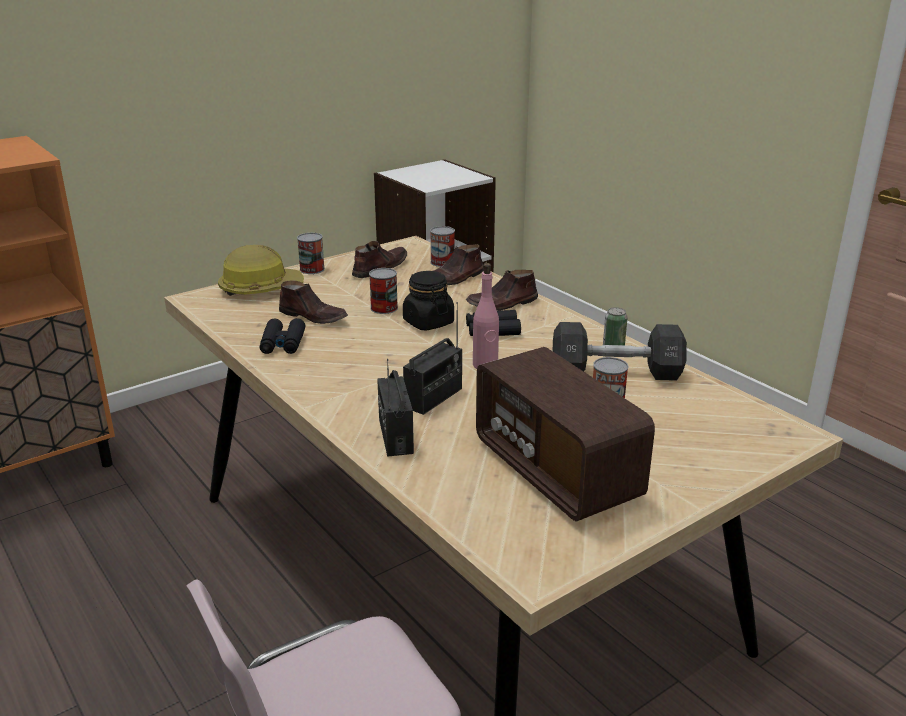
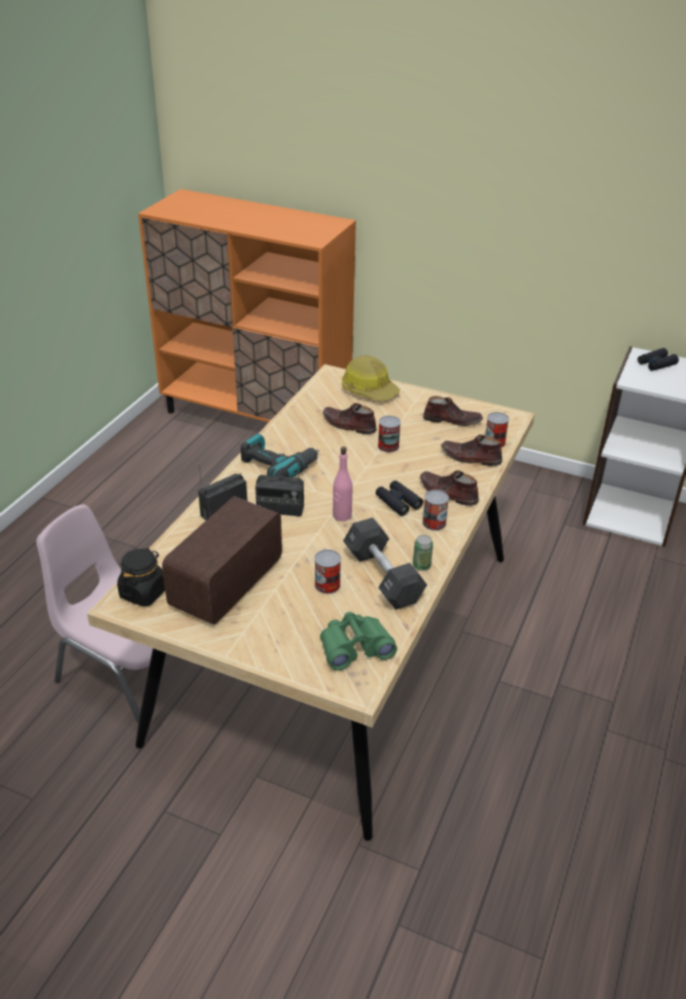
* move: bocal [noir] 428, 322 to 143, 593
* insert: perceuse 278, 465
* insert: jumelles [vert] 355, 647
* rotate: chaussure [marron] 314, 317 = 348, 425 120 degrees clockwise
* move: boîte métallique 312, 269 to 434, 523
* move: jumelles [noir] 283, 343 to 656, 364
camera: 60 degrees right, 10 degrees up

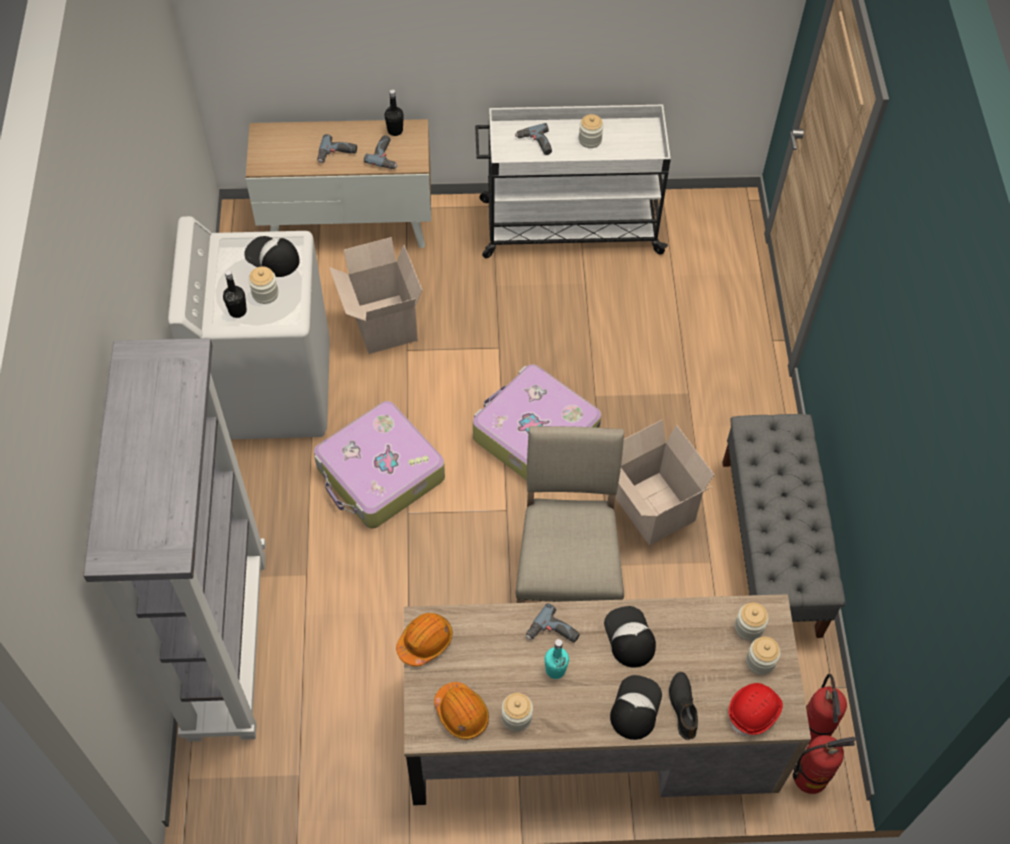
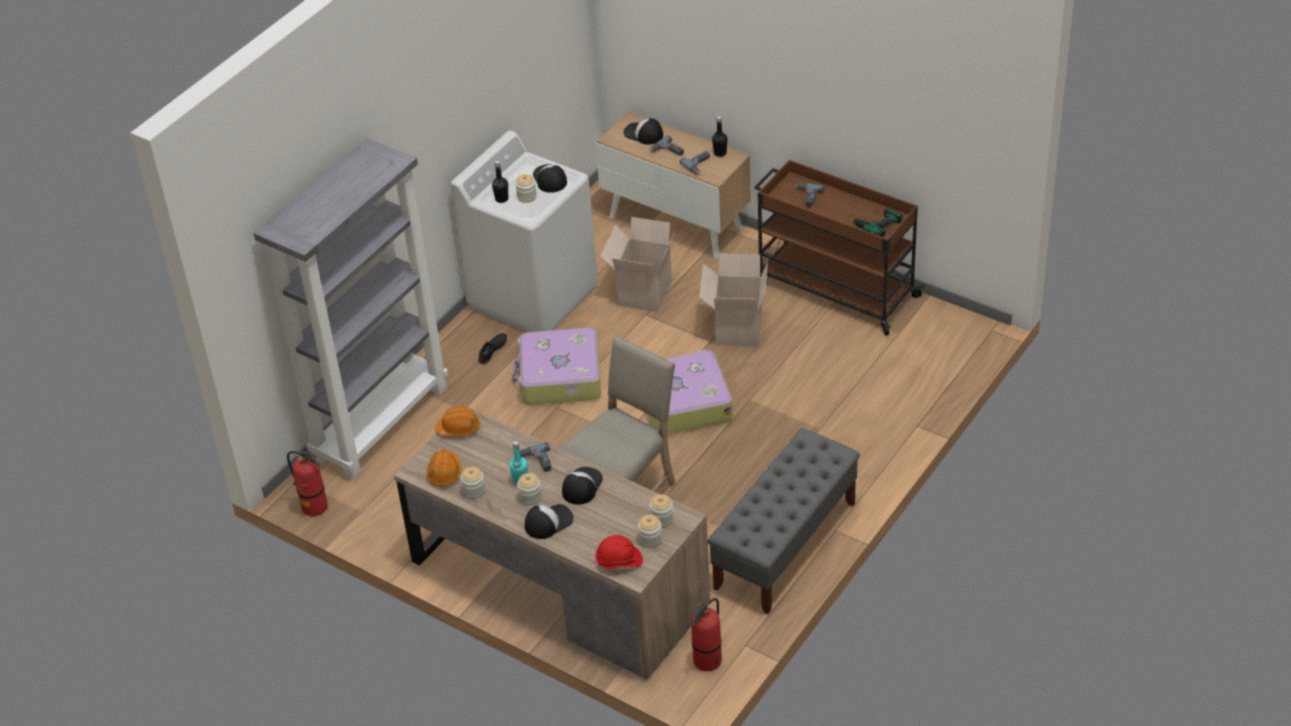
* move: extincteur 810, 777 to 315, 507
* move: chaussure [noir] 683, 707 to 493, 350
* move: bocal 590, 140 to 530, 497
* insert: casquette 643, 134
* move: carton 651, 509 to 736, 328
* recolor: chariot [blanc] 568, 226 to chariot [marron] 833, 289
* insert: perceuse 873, 222
camera: 40 degrees right, 15 degrees down

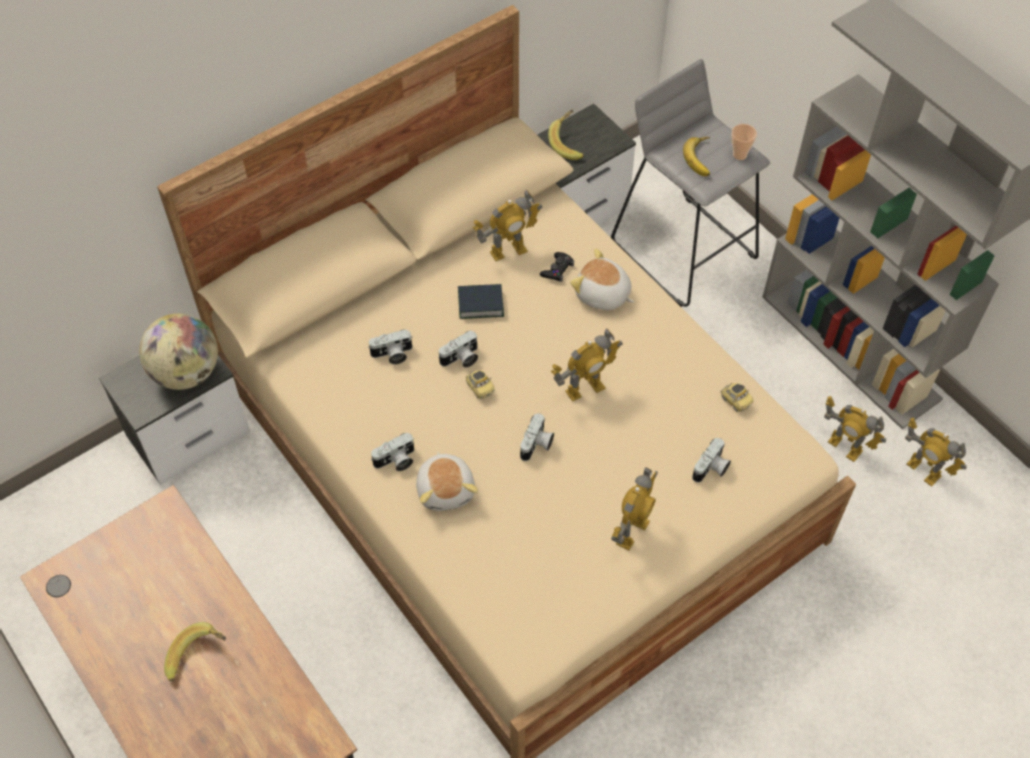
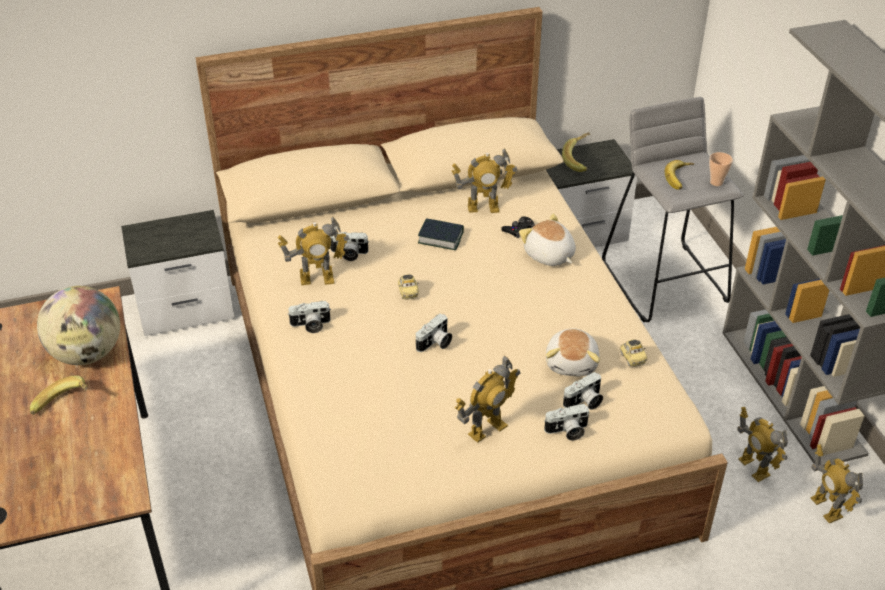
* move: globe 186, 373 to 87, 354
* move: robot jouet 584, 389 to 317, 279
* move: appareil photo 461, 359 to 567, 431
* move: peluche 446, 489 to 572, 363
camera: 20 degrees right, 15 degrees down

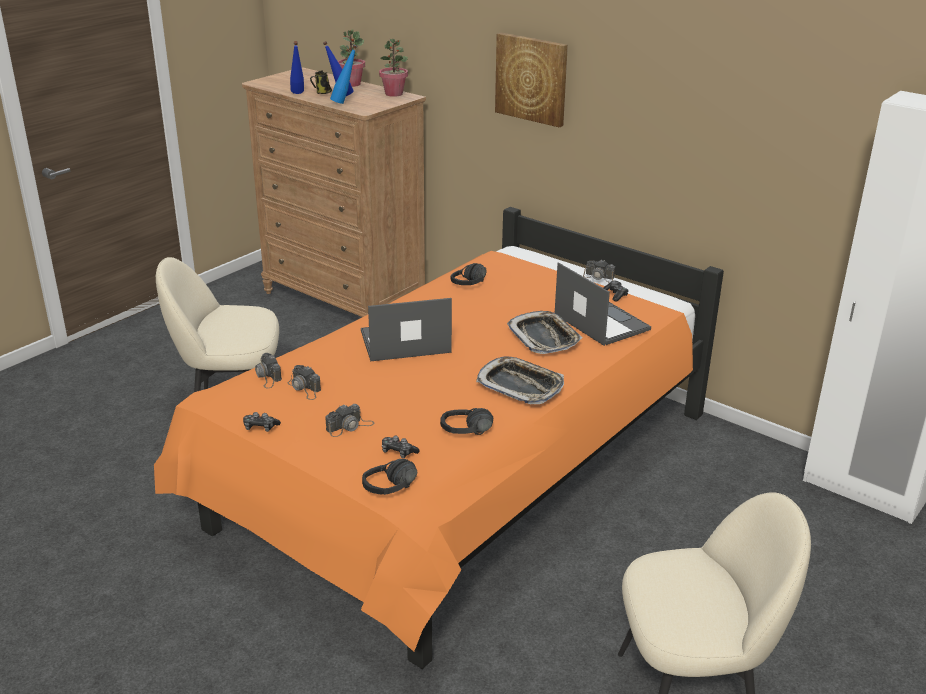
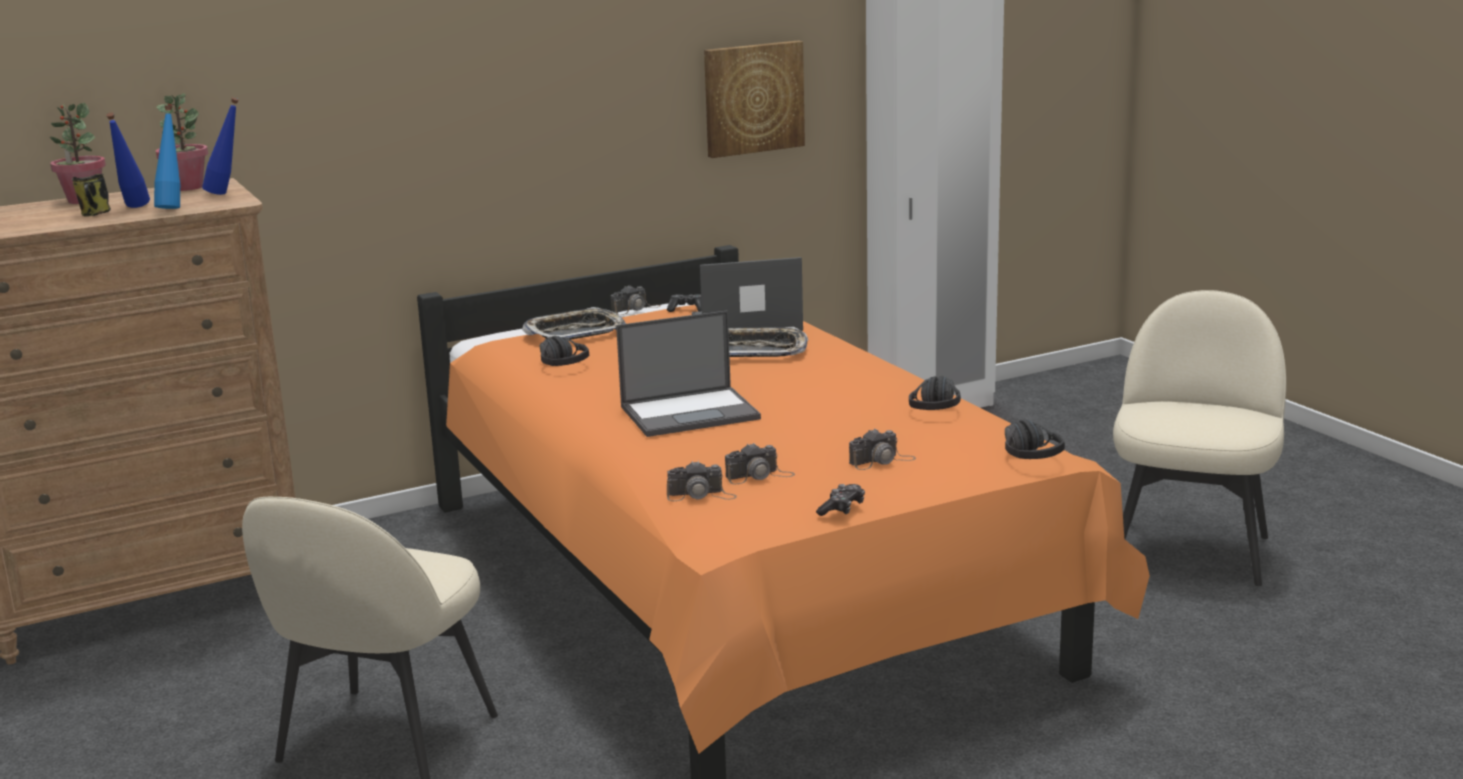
* move: bouteille [bleu] 298, 94 to 228, 194
* move: plateau 520, 386 to 575, 332
* rotate: ordinateur portable 404, 342 = 691, 412 120 degrees counterclockwise
* move: tableau 532, 79 to 753, 98
* rotate: appareil photo 350, 426 = 882, 461 75 degrees clockwise
* delete: manette 398, 452
camera: 65 degrees left, 10 degrees down

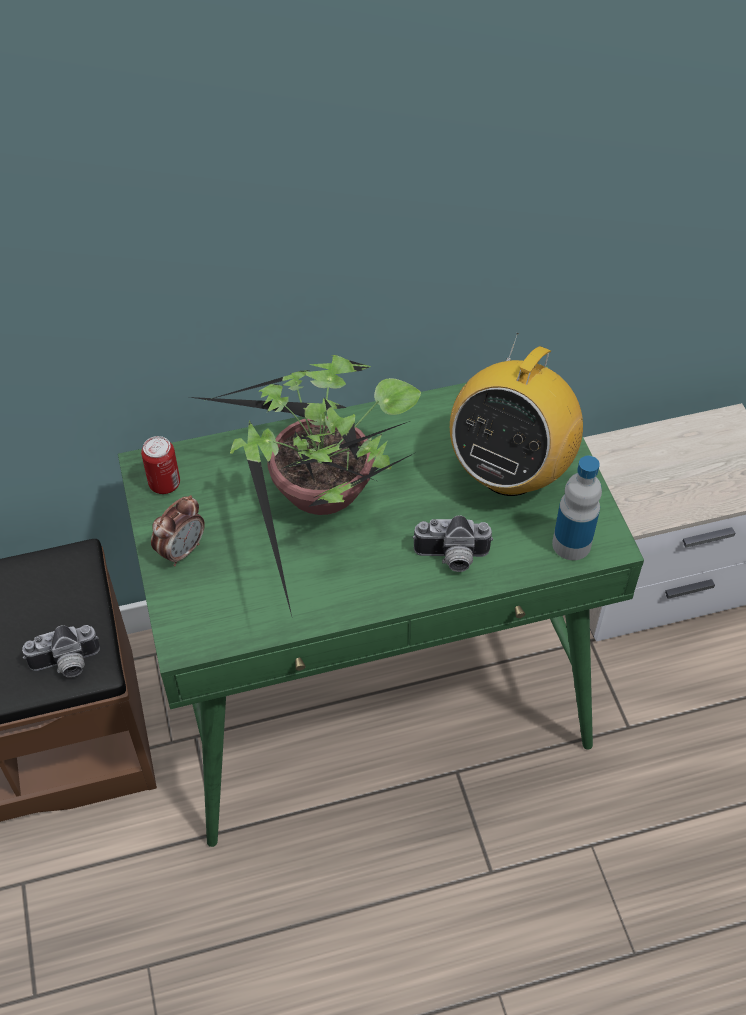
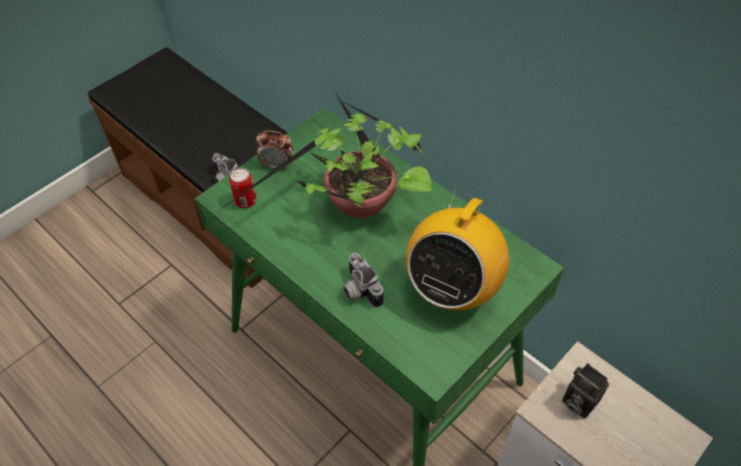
* move: boîte métallique 164, 484 to 246, 201
* rotate: radio 509, 471 = 452, 288 60 degrees counterclockwise
* insert: appareil photo 577, 401
* delete: bouteille 571, 544
camera: 60 degrees right, 0 degrees up

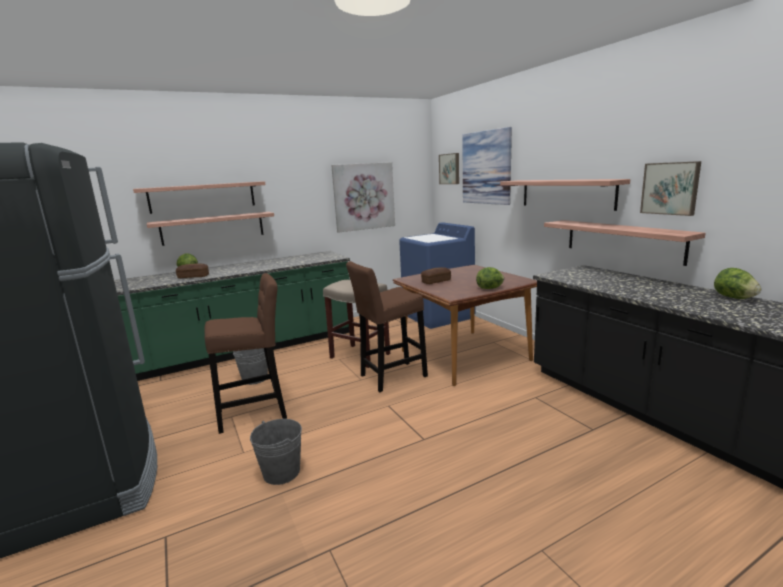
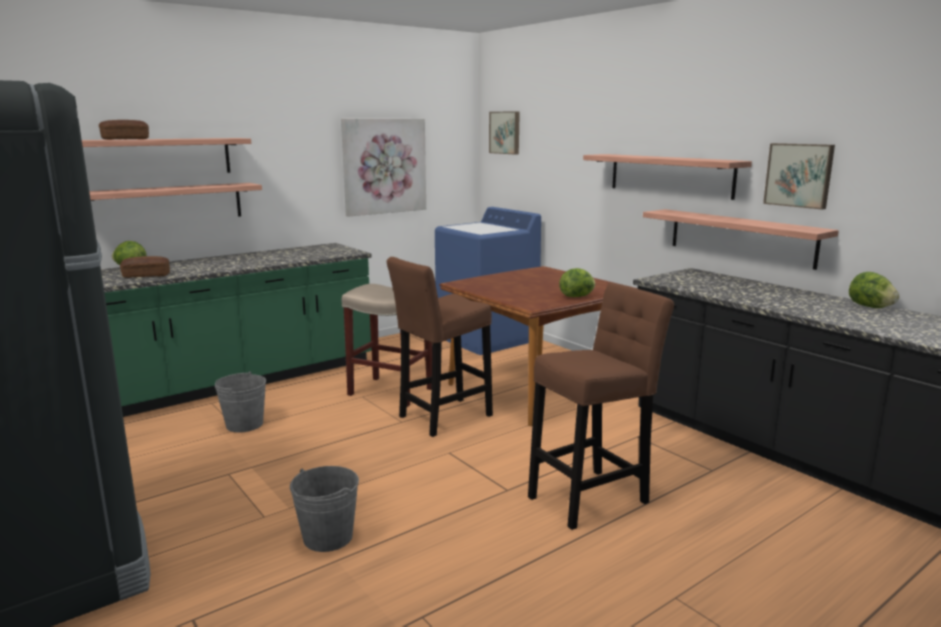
* move: pain 436, 281 to 125, 139
* move: tabouret [marron] 256, 413 to 592, 497
* delete: tableau 486, 167
camera: 10 degrees left, 0 degrees up

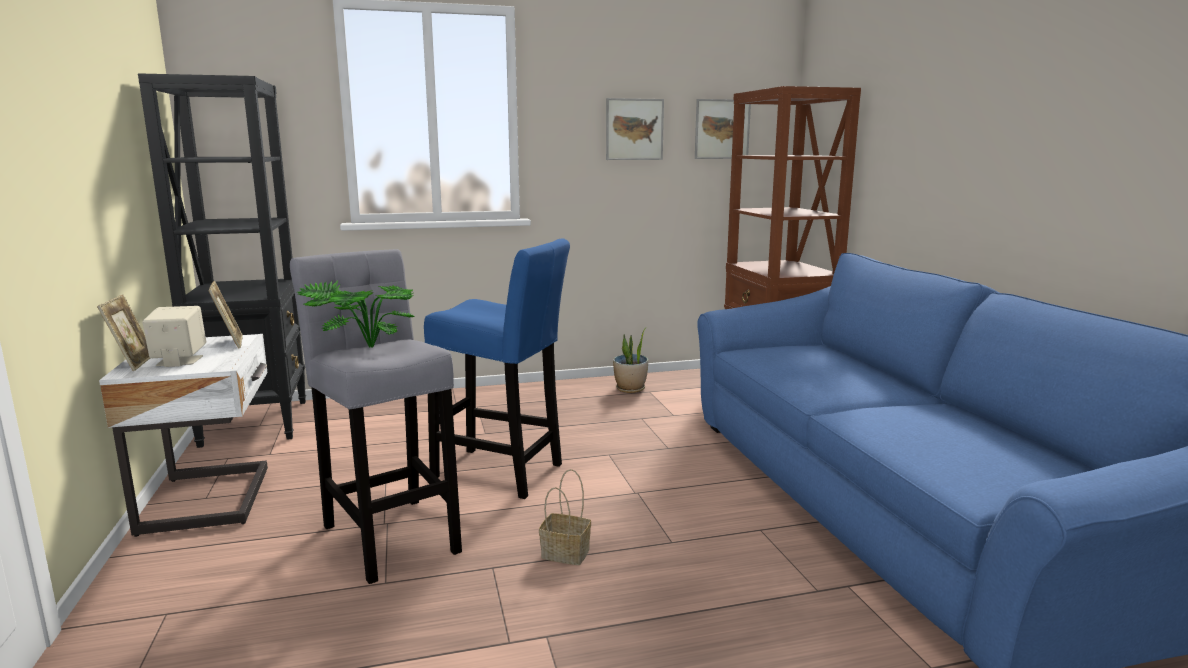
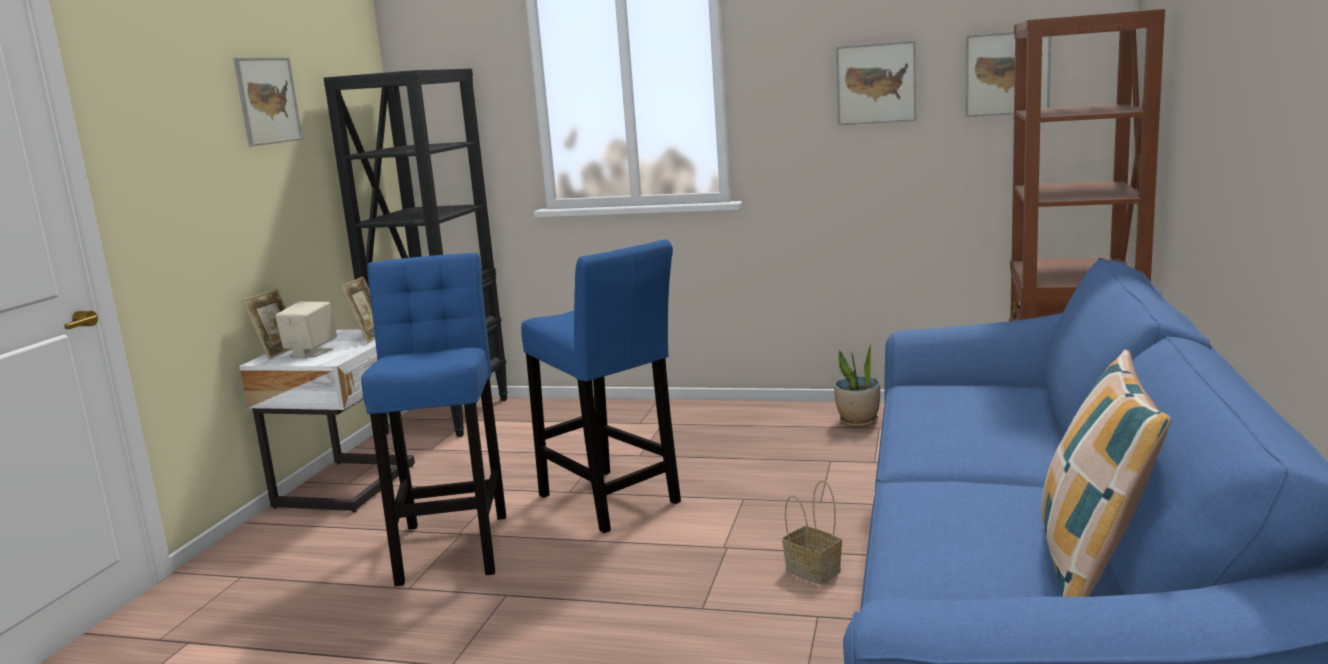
* insert: tableau 267, 100
* recolor: tabouret [gris] 390, 534 to tabouret [bleu] 453, 544
* move: panier 563, 553 to 811, 571
* insert: coussin 1093, 568
* delete: plante en pot 363, 348
camera: 30 degrees right, 0 degrees up

